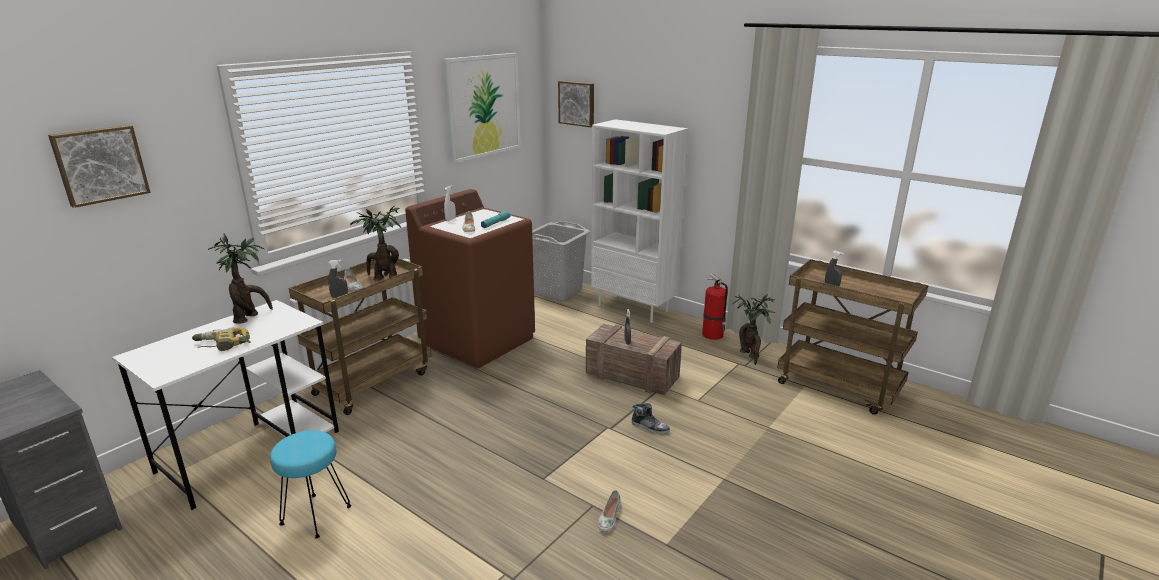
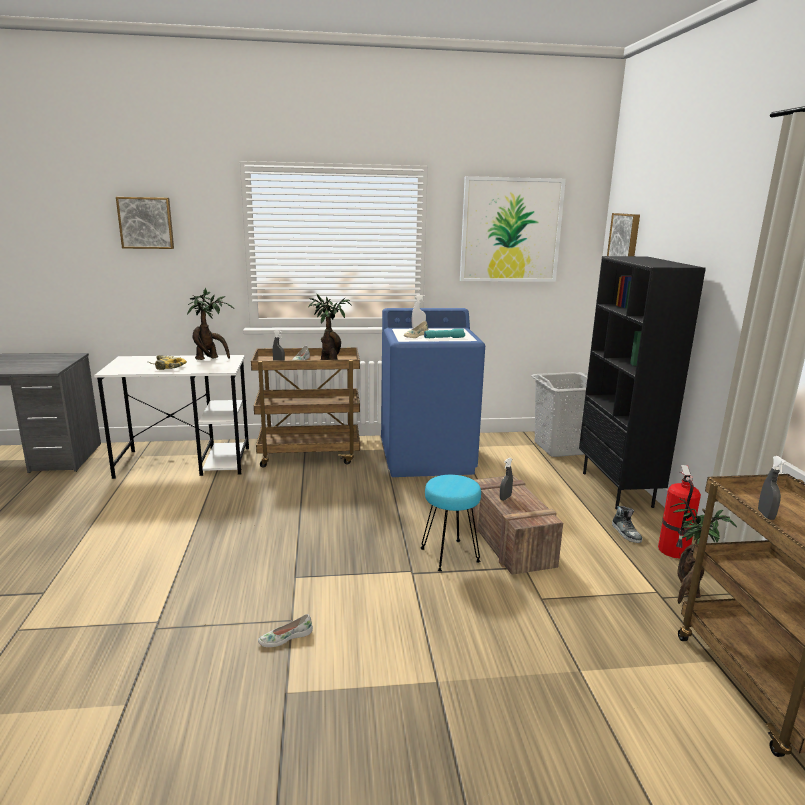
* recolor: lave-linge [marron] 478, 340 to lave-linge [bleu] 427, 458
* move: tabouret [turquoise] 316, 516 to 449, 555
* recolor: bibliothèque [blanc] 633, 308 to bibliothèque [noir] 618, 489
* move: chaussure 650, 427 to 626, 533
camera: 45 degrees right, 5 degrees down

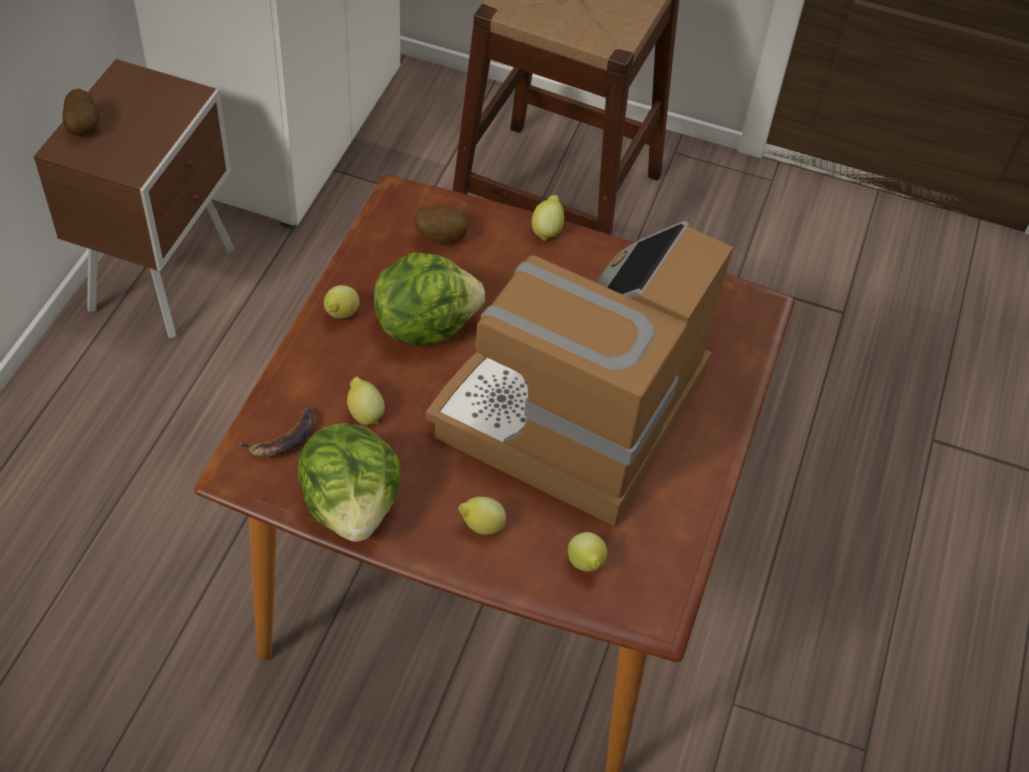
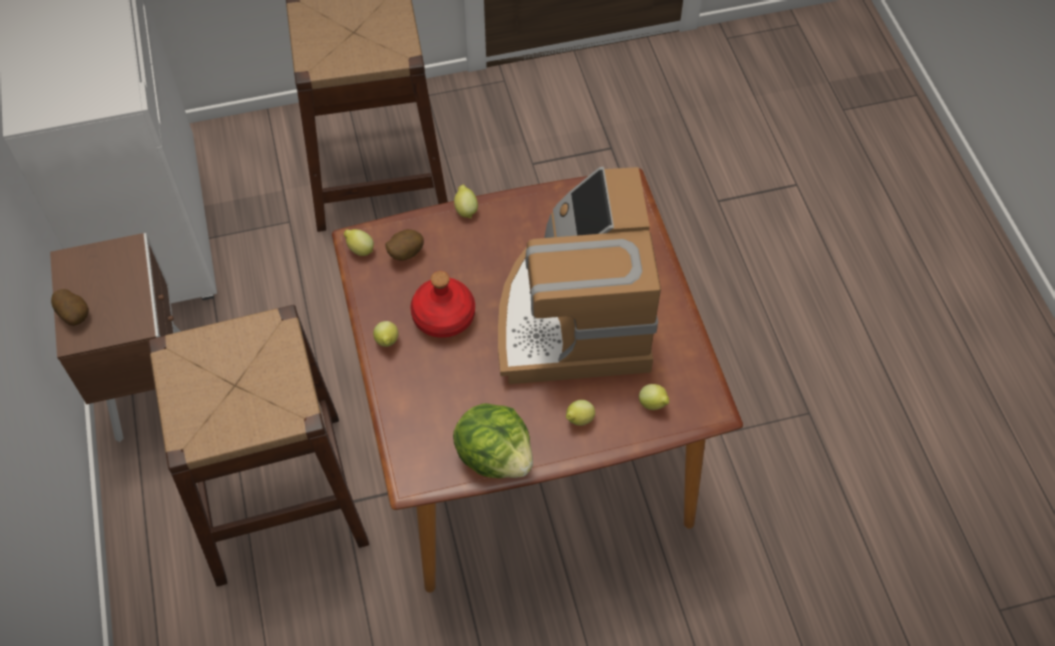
* insert: tabouret [marron] 278, 496
* move: citron 364, 413 to 360, 250
* replace: laitue 424, 324 to bouteille [rouge] 443, 316
* delete: banane 283, 437
camera: 30 degrees left, 5 degrees up

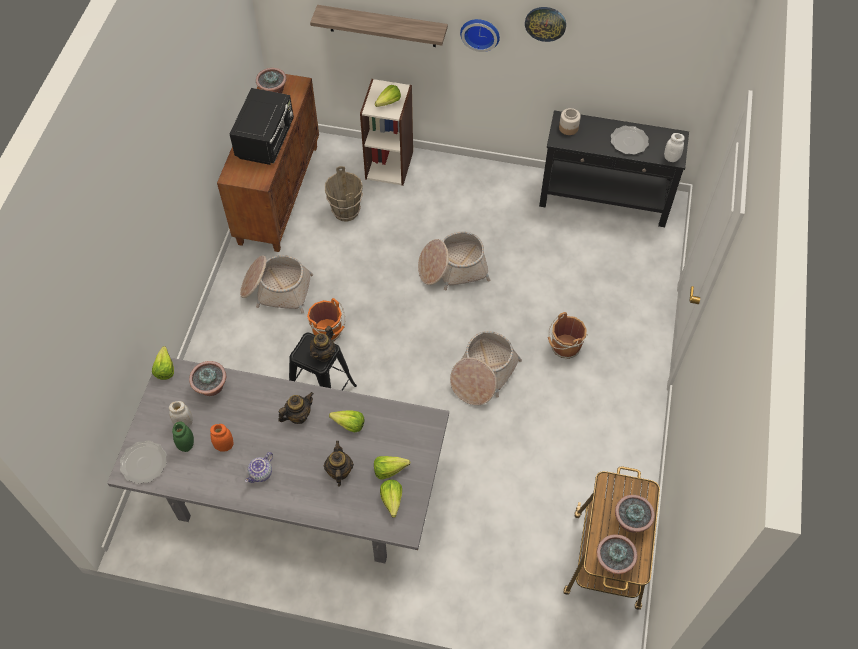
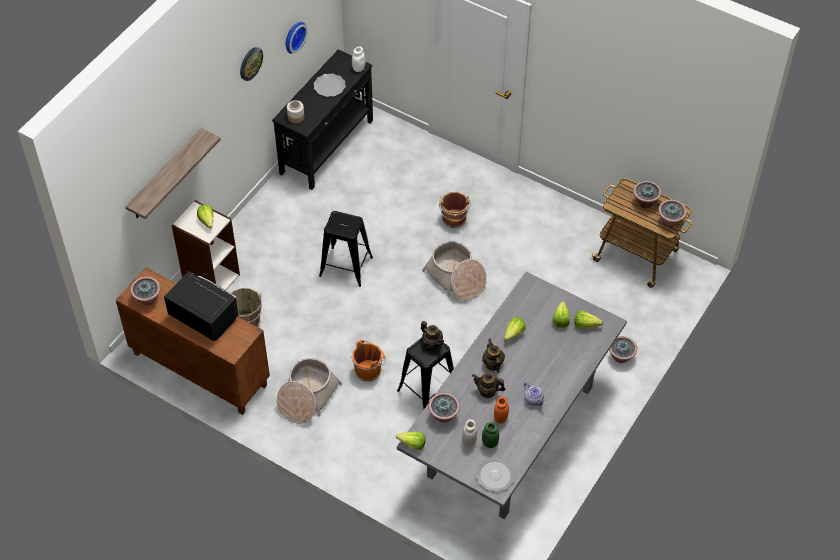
* move: horloge murale 480, 32 to 293, 36
* replace: panier 452, 268 to tabouret [noir] 346, 267
* move: théière 339, 471 to 487, 391
* insert: plante en pot 621, 357
camera: 70 degrees left, 5 degrees down

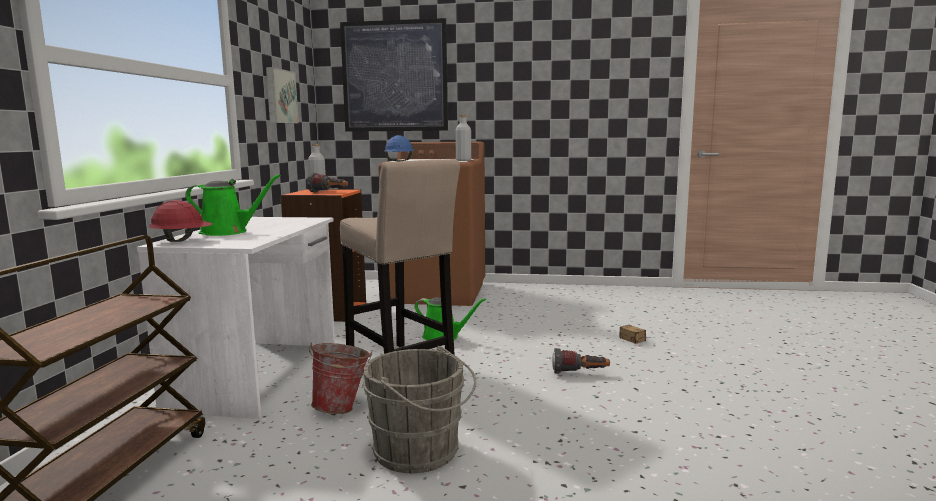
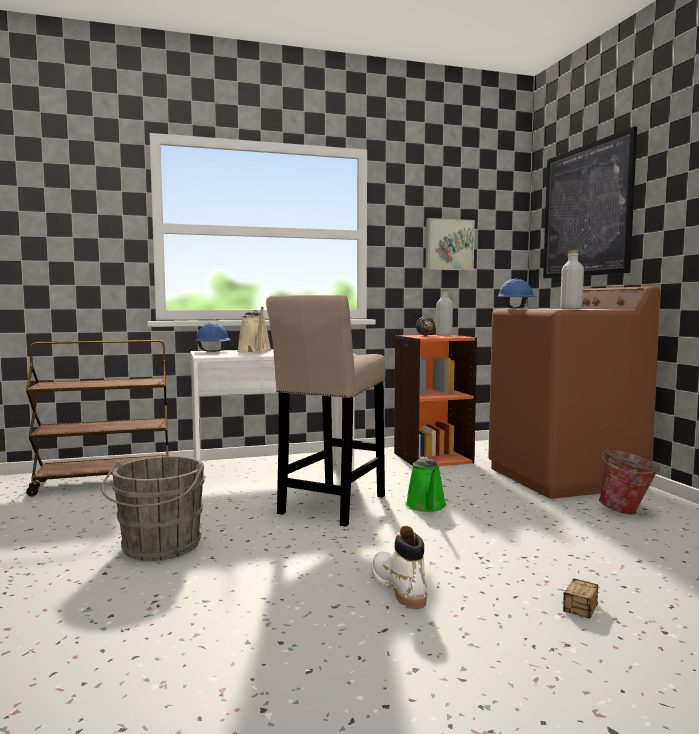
* recolor: casque de chantier [rouge] 183, 241 to casque de chantier [bleu] 213, 351
* recolor: arrosoir [vert] 228, 232 to arrosoir [beige] 255, 351
* replace: lampe de poche 580, 374 to botte [blanc] 398, 587
* move: seau 343, 408 to 627, 511
camera: 65 degrees right, 5 degrees down

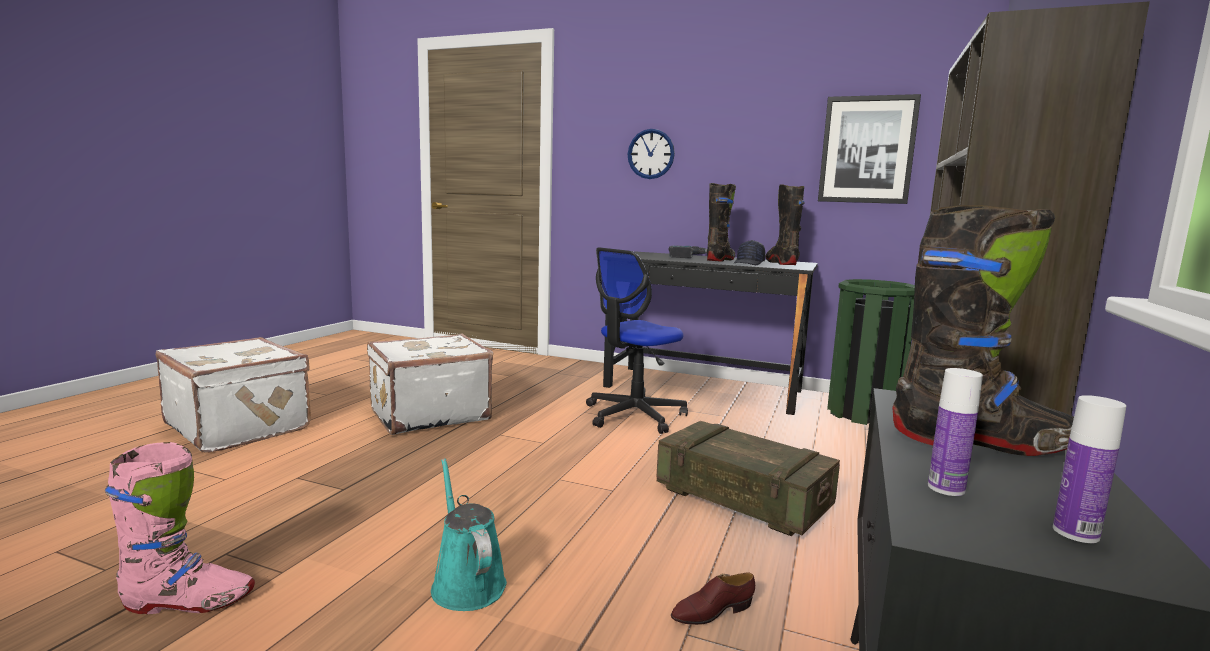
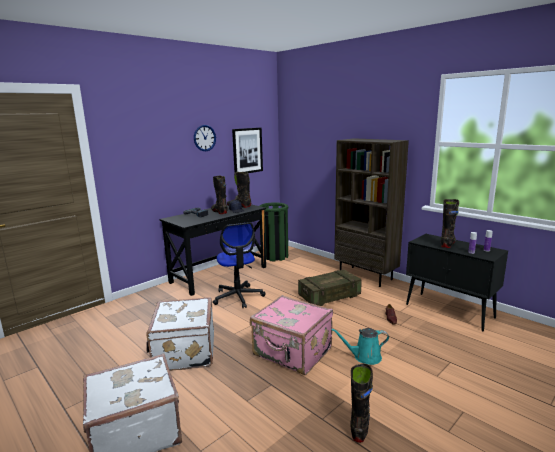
* move: horloge murale 651, 154 to 204, 138
* insert: valise [rose] 292, 353
* recolor: botte [rose] 188, 602 to botte [noir] 360, 425
camera: 65 degrees left, 5 degrees up

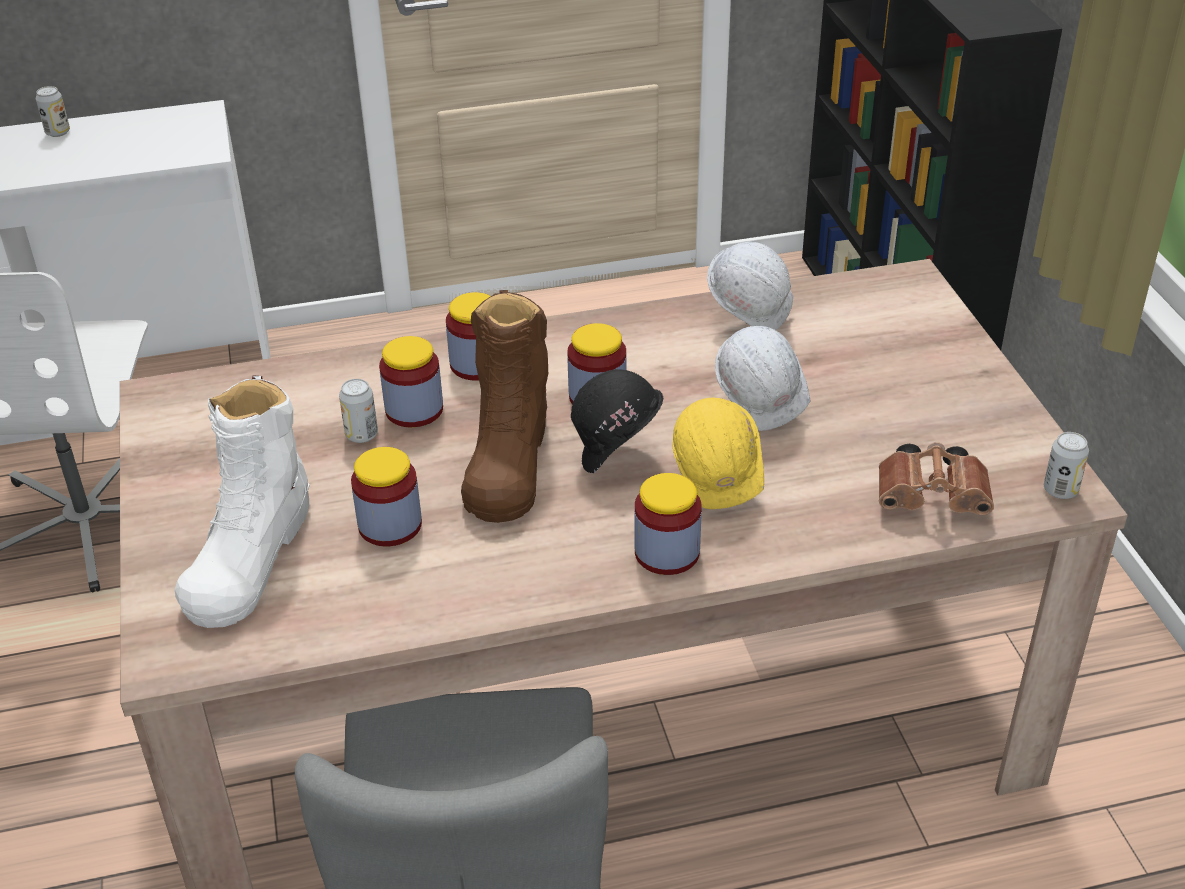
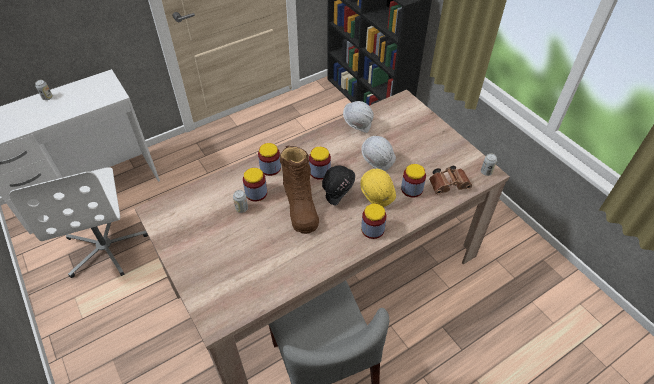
* move: bocal 390, 525 to 412, 189
* delete: botte [blanc] 250, 555
camera: 20 degrees left, 10 degrees up

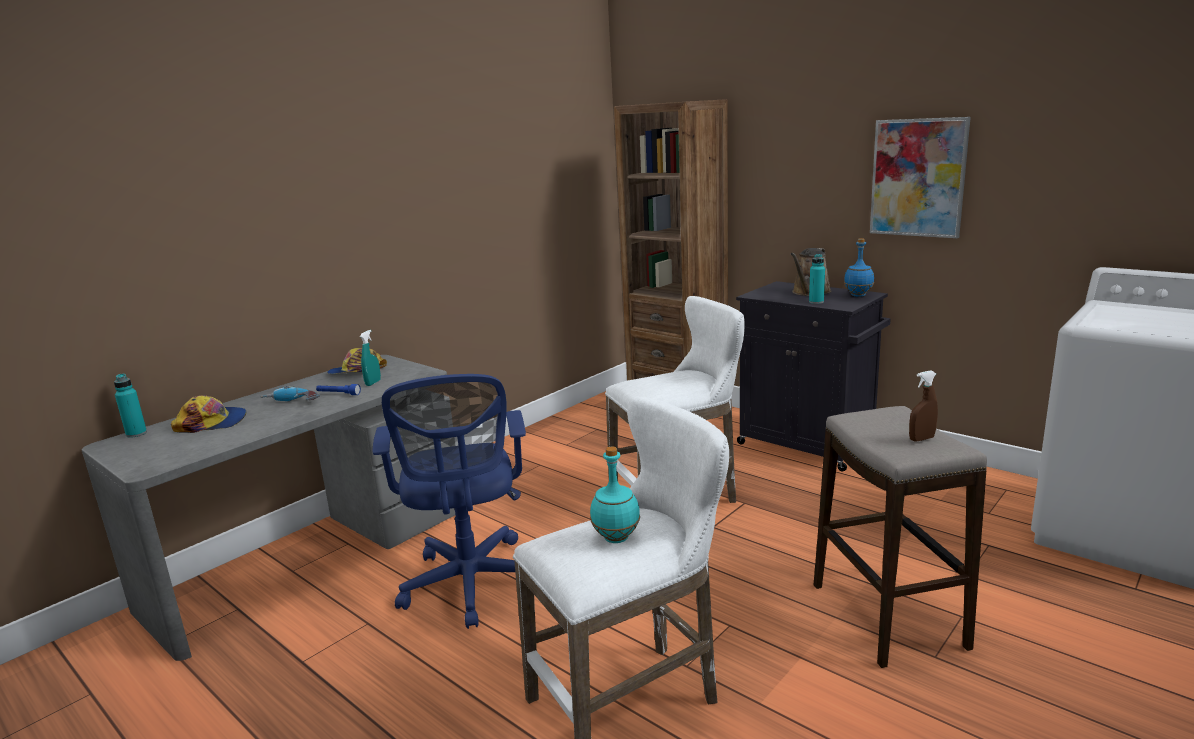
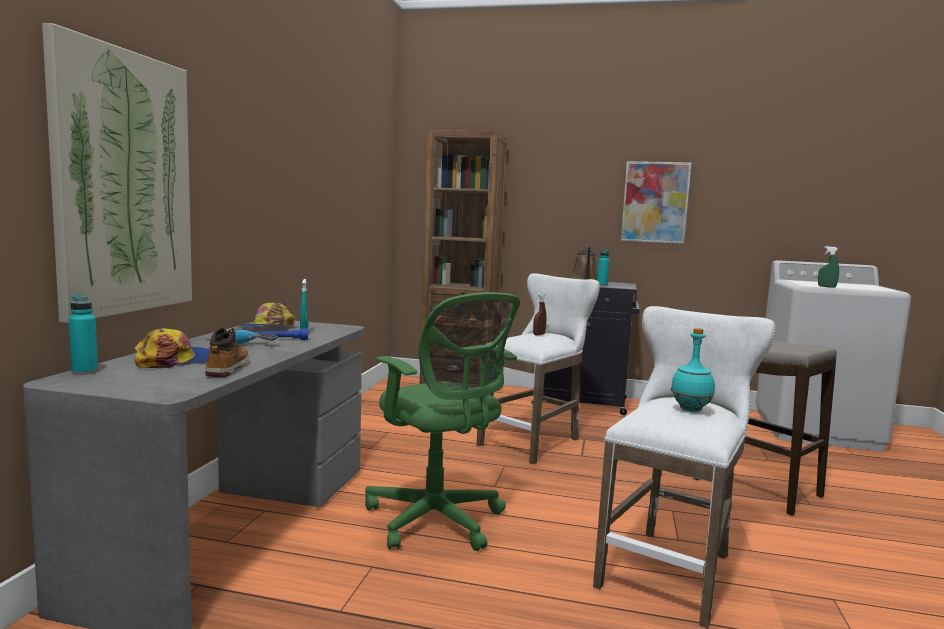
* insert: tableau 124, 184
* insert: botte 227, 368
* recolor: chaise de bureau [bleu] 470, 586 to chaise de bureau [vert] 437, 521
* move: vaporisateur [marron] 921, 439 to 539, 334
* insert: vaporisateur [vert] 826, 287
* delete: bouteille [bleu] 858, 295
camera: 30 degrees left, 10 degrees down

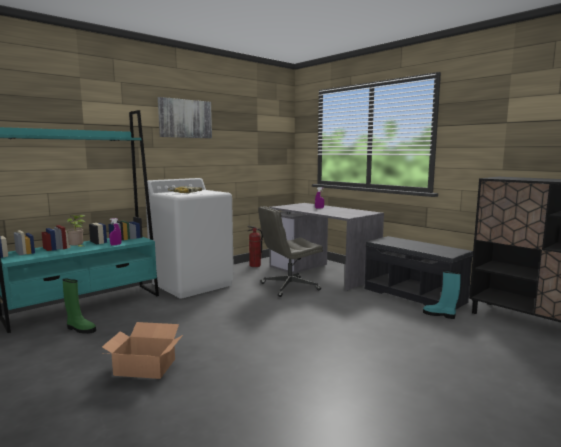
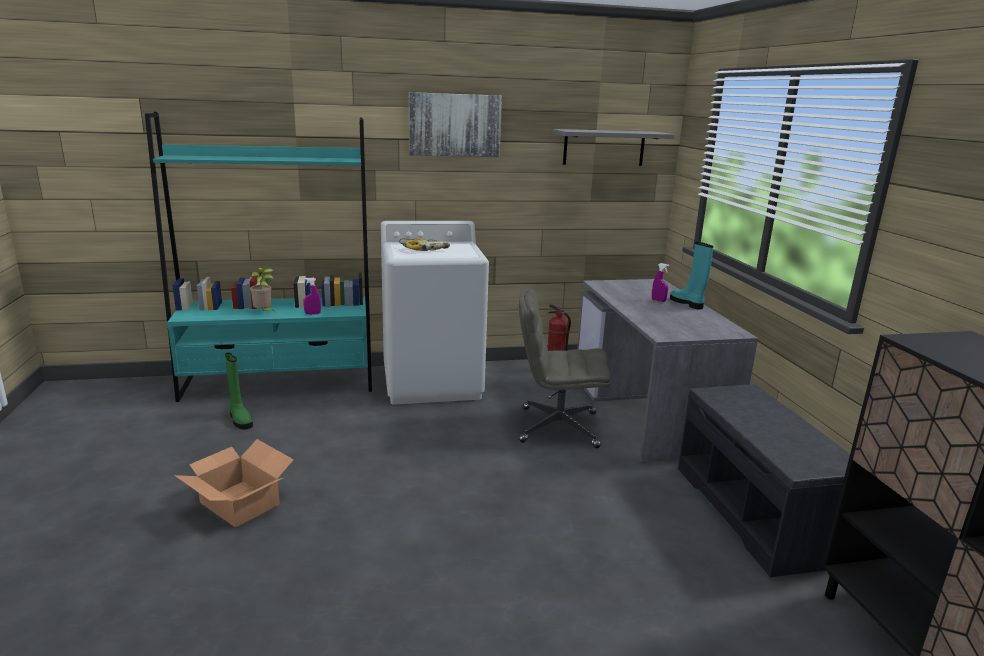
* insert: étagère [gris] 604, 147
* move: botte [turquoise] 440, 315 to 687, 303
camera: 30 degrees right, 10 degrees up

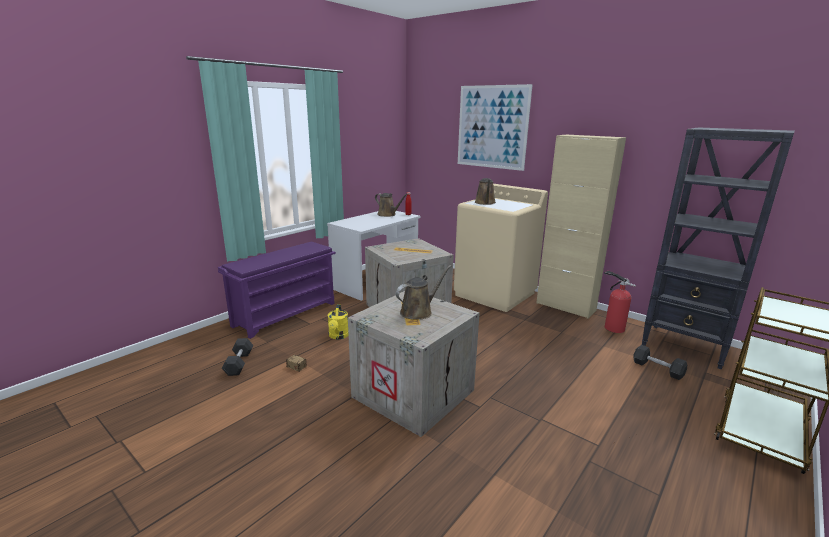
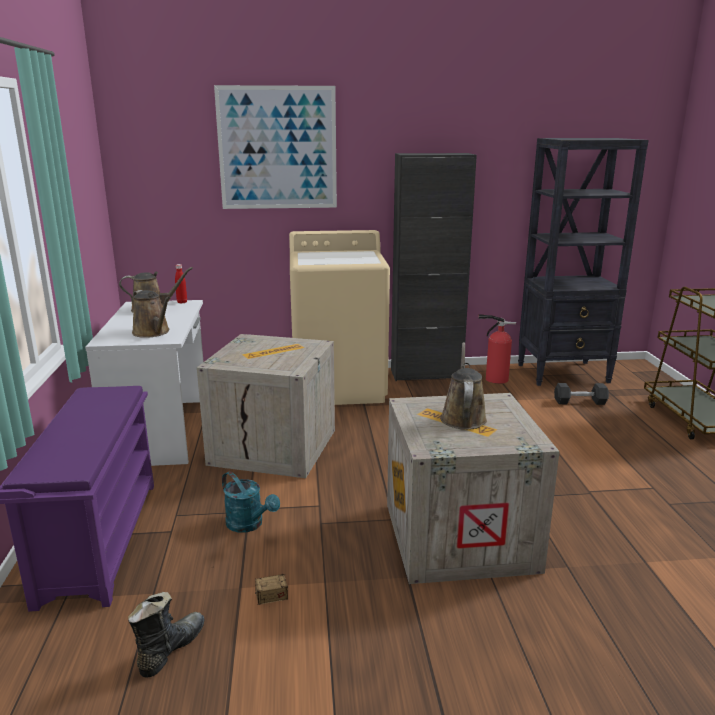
* replace: haltère [noir] 239, 363 to botte [noir] 170, 649
* move: arrosoir [marron] 485, 203 to 153, 332
* recolor: arrosoir [jaune] 338, 336 to arrosoir [turquoise] 249, 525
* recolor: meuble de rangement [beige] 565, 307 to meuble de rangement [noir] 426, 374
camera: 45 degrees left, 0 degrees up

